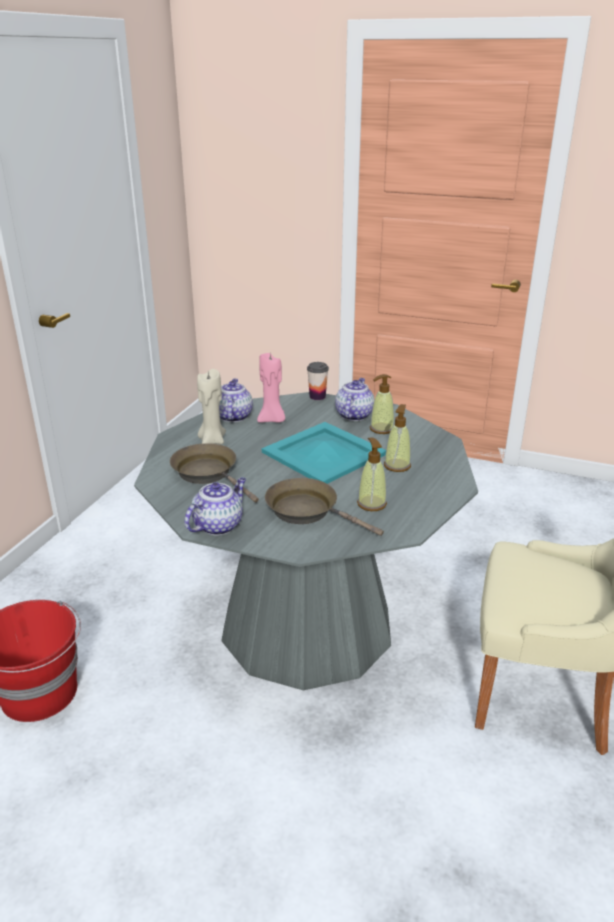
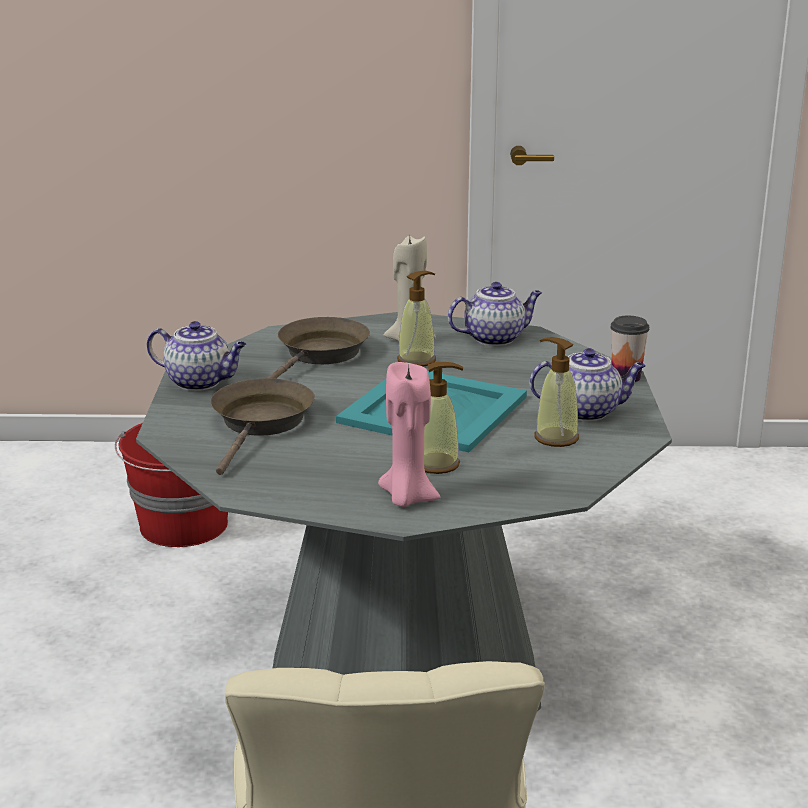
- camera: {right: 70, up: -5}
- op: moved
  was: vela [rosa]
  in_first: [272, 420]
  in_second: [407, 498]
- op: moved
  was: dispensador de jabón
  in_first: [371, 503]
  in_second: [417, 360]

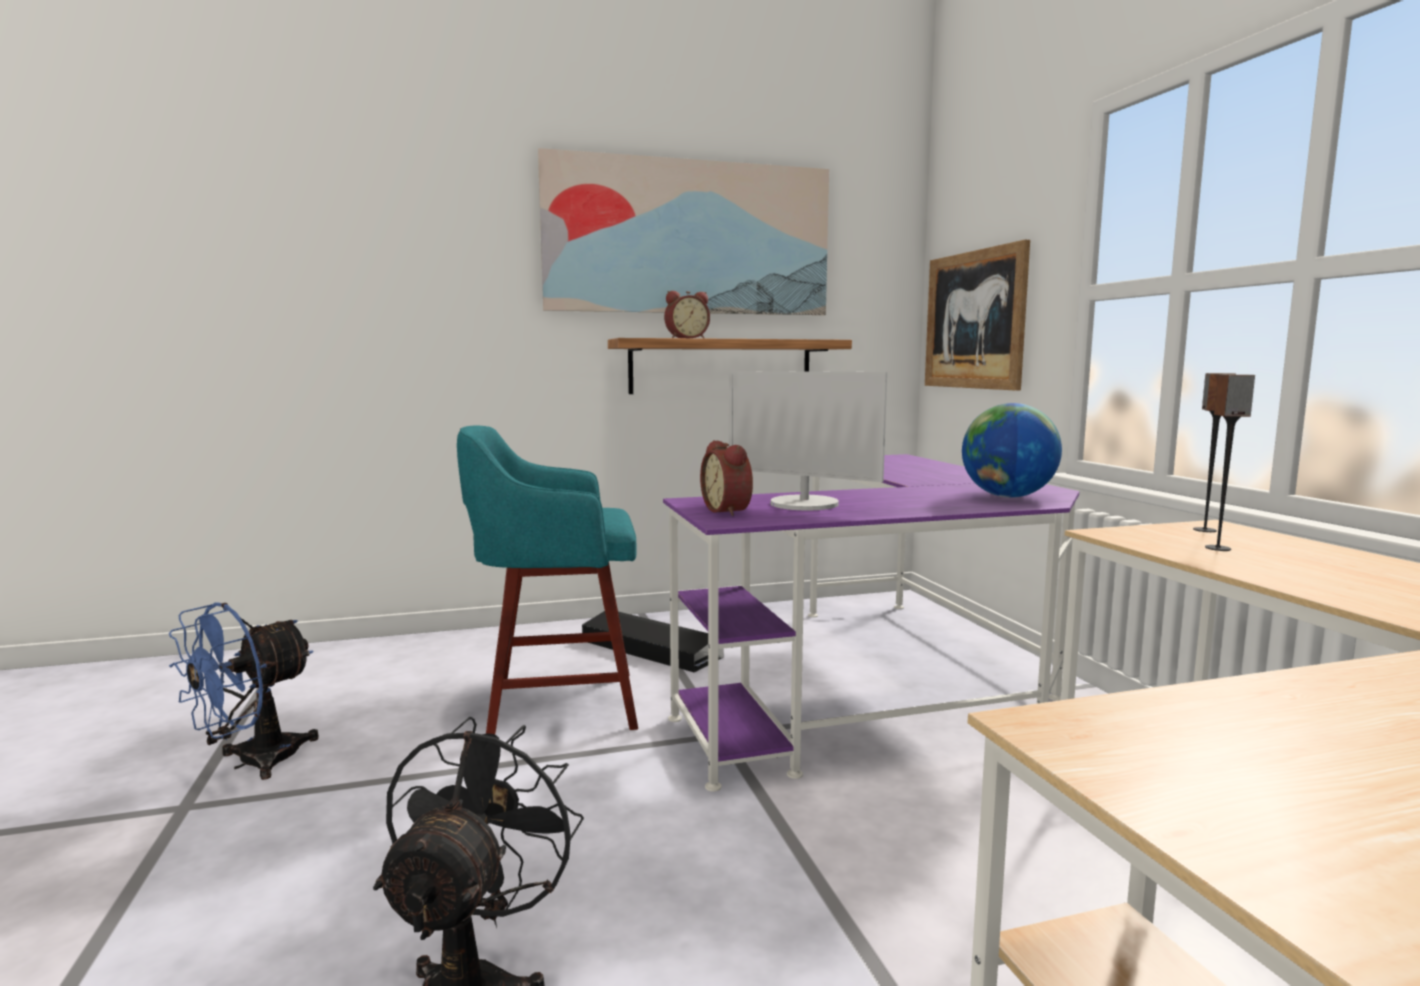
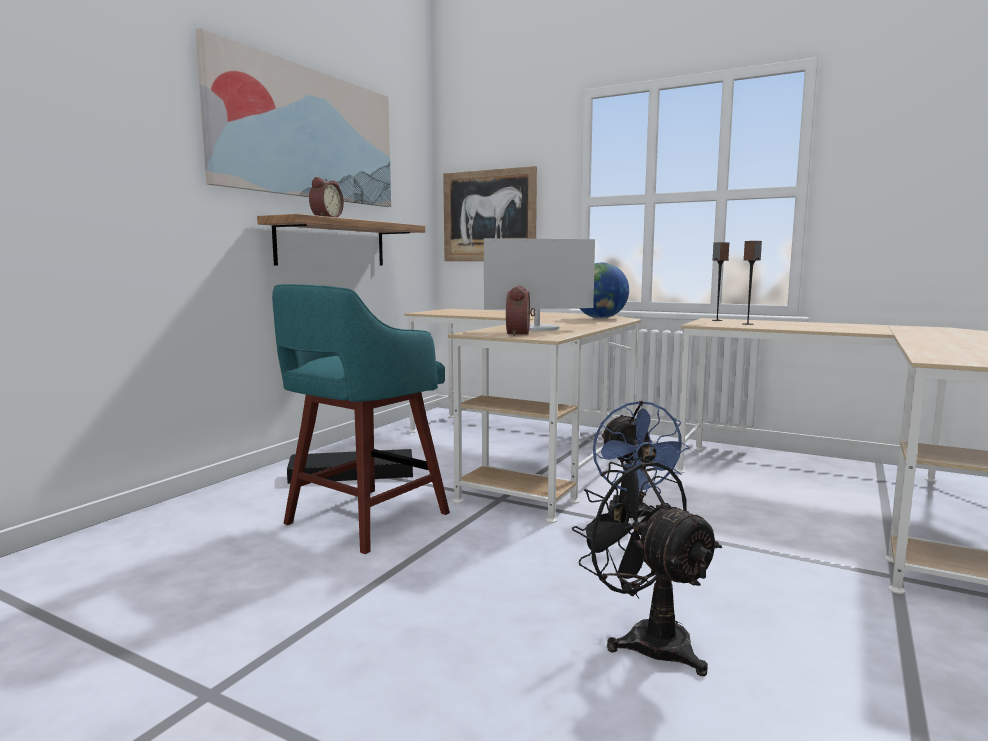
- camera: {right: -45, up: 0}
- op: recoloured
  was: escritorio [morado]
  now: escritorio [beis]
  in_first: [887, 684]
  in_second: [526, 452]
- op: turned
  was: despertador
  in_first: [729, 511]
  in_second: [521, 334]
  clockwise: 75
- op: moved
  was: ventilador [azul]
  in_first: [252, 763]
  in_second: [631, 517]

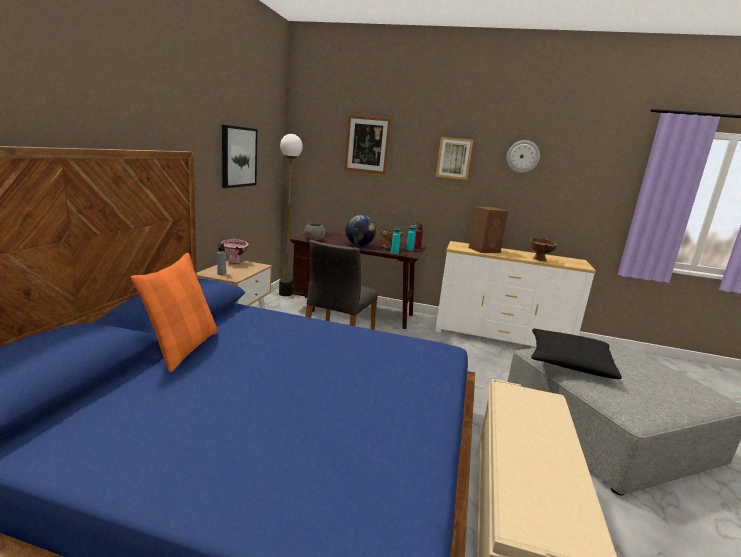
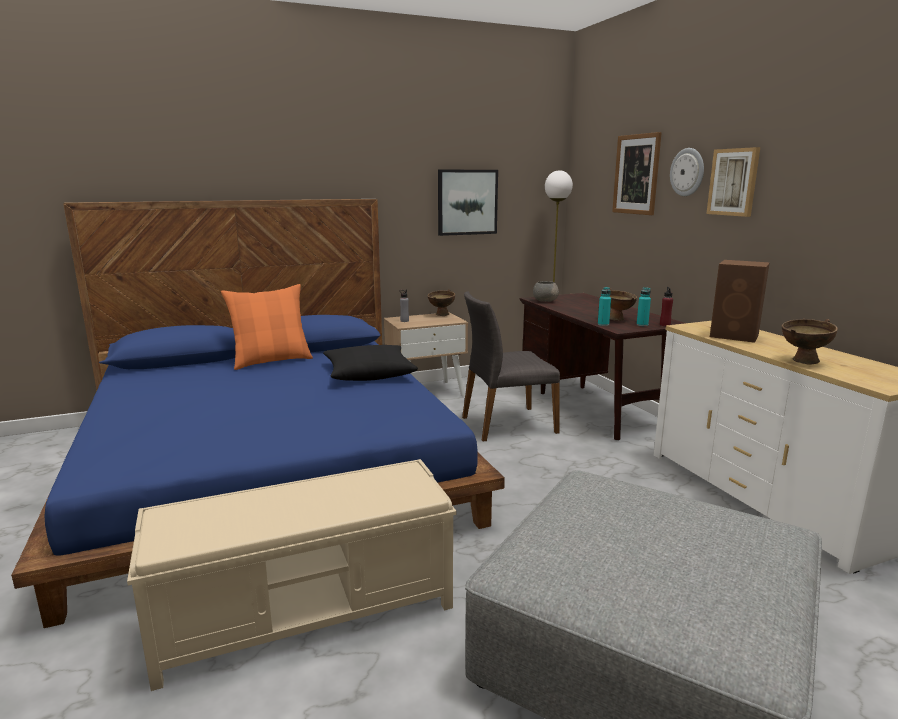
- camera: {right: 55, up: 0}
- op: moved
  was: cojín [negro]
  in_first: [569, 362]
  in_second: [369, 373]
- op: recoloured
  was: cuenco [rosa]
  now: cuenco [marrón]
  in_first: [235, 262]
  in_second: [441, 315]
- op: moved
  was: reloj de pared
  in_first: [522, 156]
  in_second: [687, 172]
- op: removed
  was: globo terráqueo
  in_first: [359, 245]

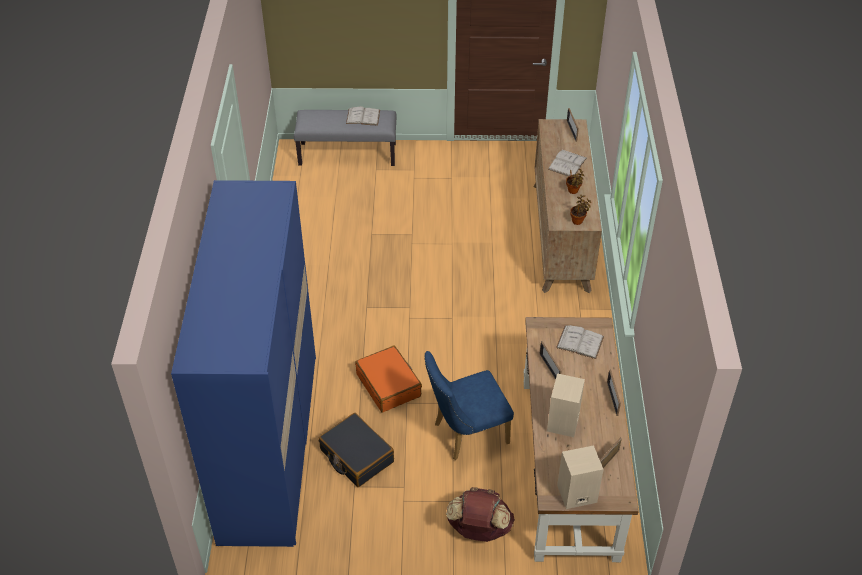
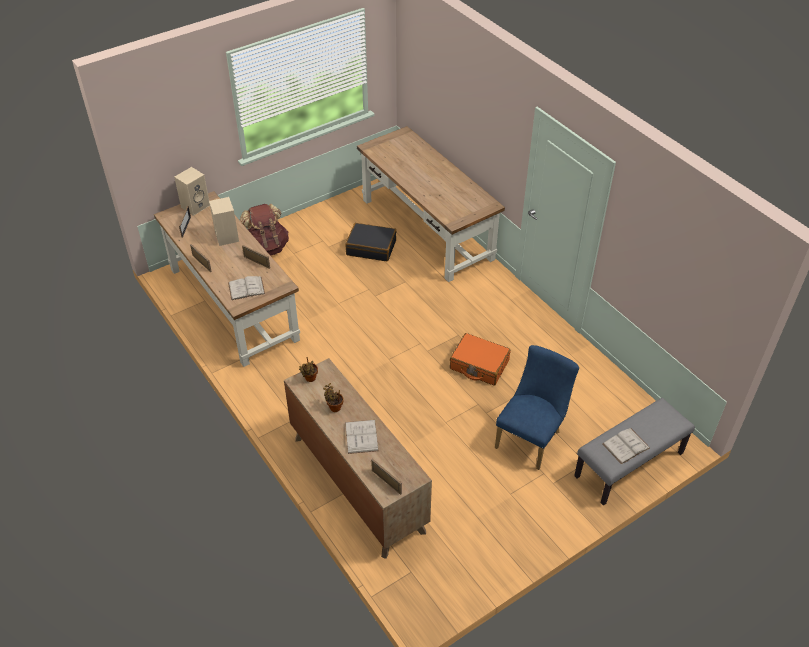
- camera: {right: 145, up: 0}
- op: replaced
  was: armario ropero [azul]
  now: escritorio [marrón]
  in_first: [269, 446]
  in_second: [427, 229]
- op: moved
  was: maleta [naranja]
  in_first: [389, 385]
  in_second: [479, 365]
- op: moved
  was: silla [azul]
  in_first: [465, 434]
  in_second: [531, 437]

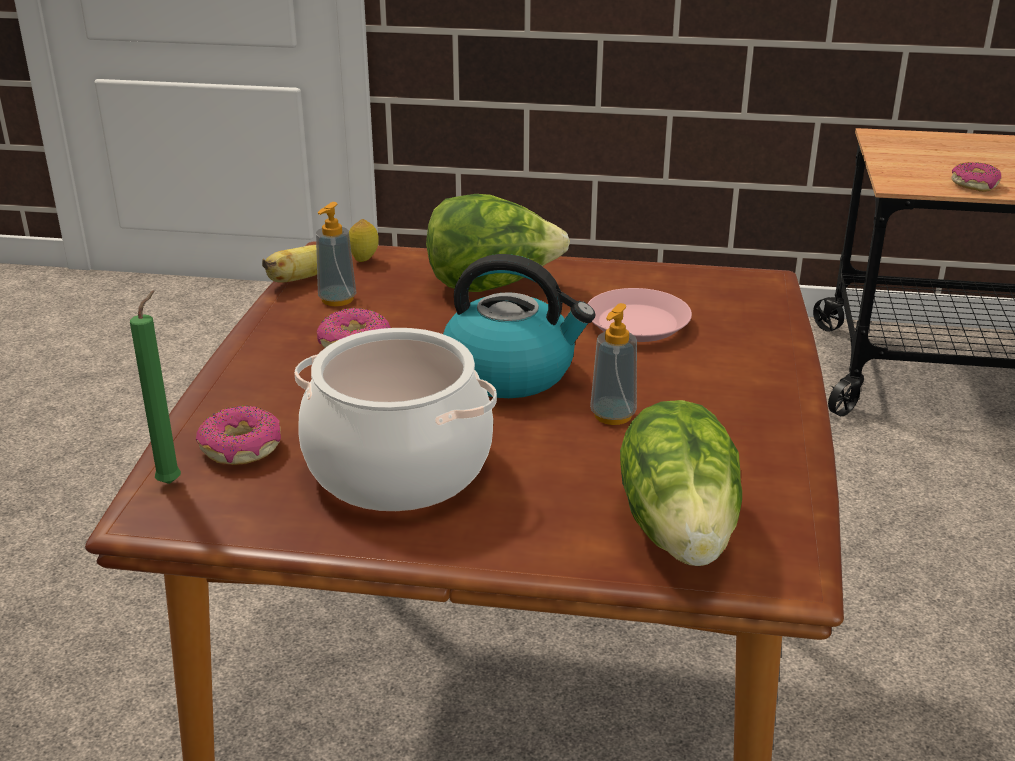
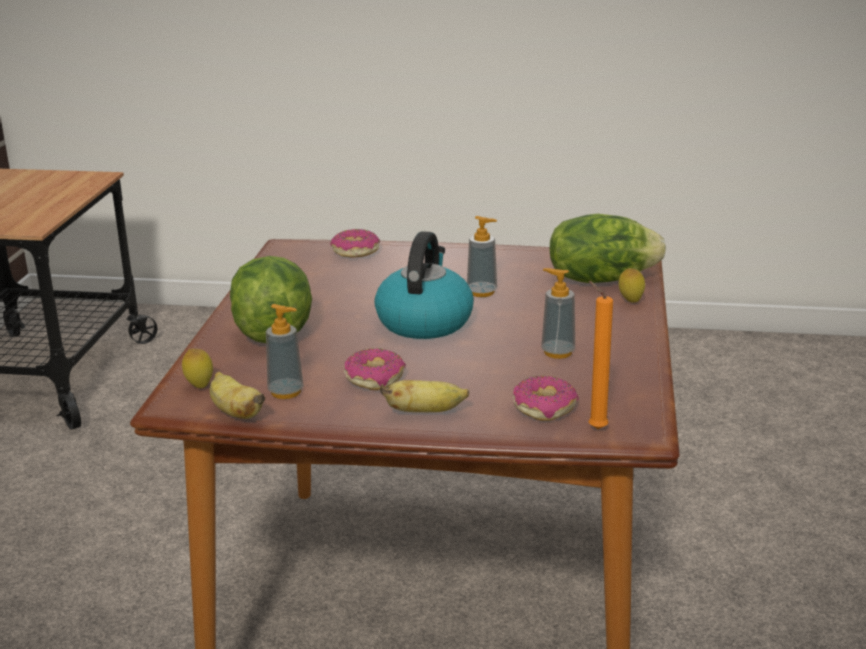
- camera: {right: -90, up: -5}
- op: moved
  was: rosquilla
  in_first: [974, 184]
  in_second: [355, 251]
- op: added
  now: plátano
  in_second: [425, 412]
- op: replaced
  was: olla
  now: dispensador de jabón
  in_first: [397, 467]
  in_second: [557, 352]
- op: recoloured
  was: vela [verde]
  now: vela [naranja]
  in_first: [172, 481]
  in_second: [595, 428]
- op: added
  now: limón
  in_second: [630, 301]
- op: removed
  was: plato [rosa]
  in_first: [636, 323]

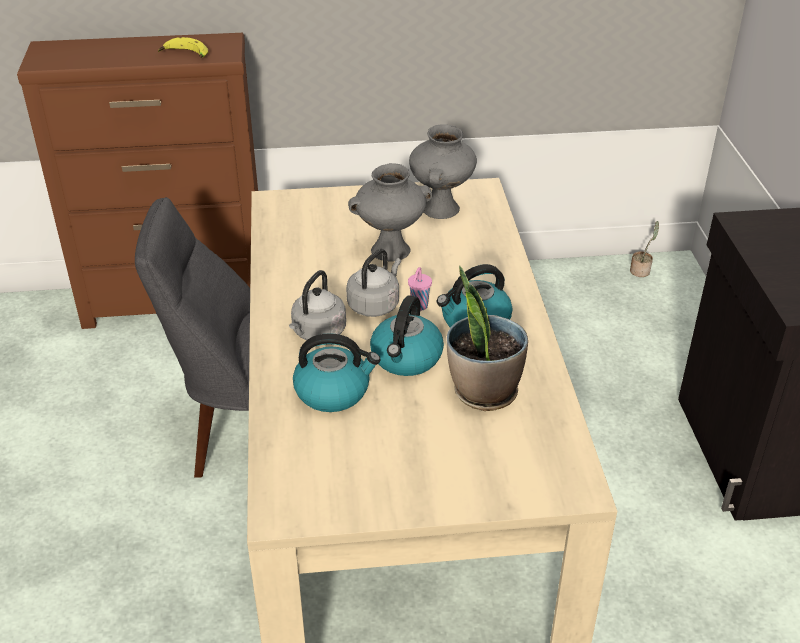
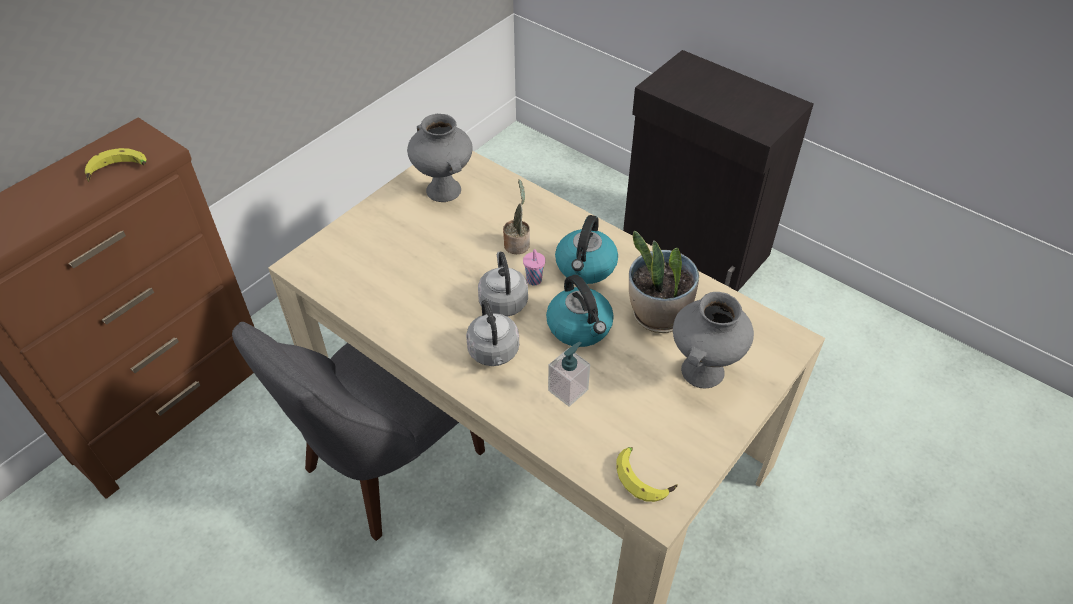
- camera: {right: -45, up: 10}
- op: moved
  was: planta en maceta
  in_first: [641, 271]
  in_second: [517, 244]
- op: replaced
  was: hervidor
  now: dispensador de jabón
  in_first: [333, 391]
  in_second: [568, 390]
- op: added
  now: plátano
  in_second: [644, 477]
- op: moved
  was: florero [gris]
  in_first: [390, 251]
  in_second: [703, 372]

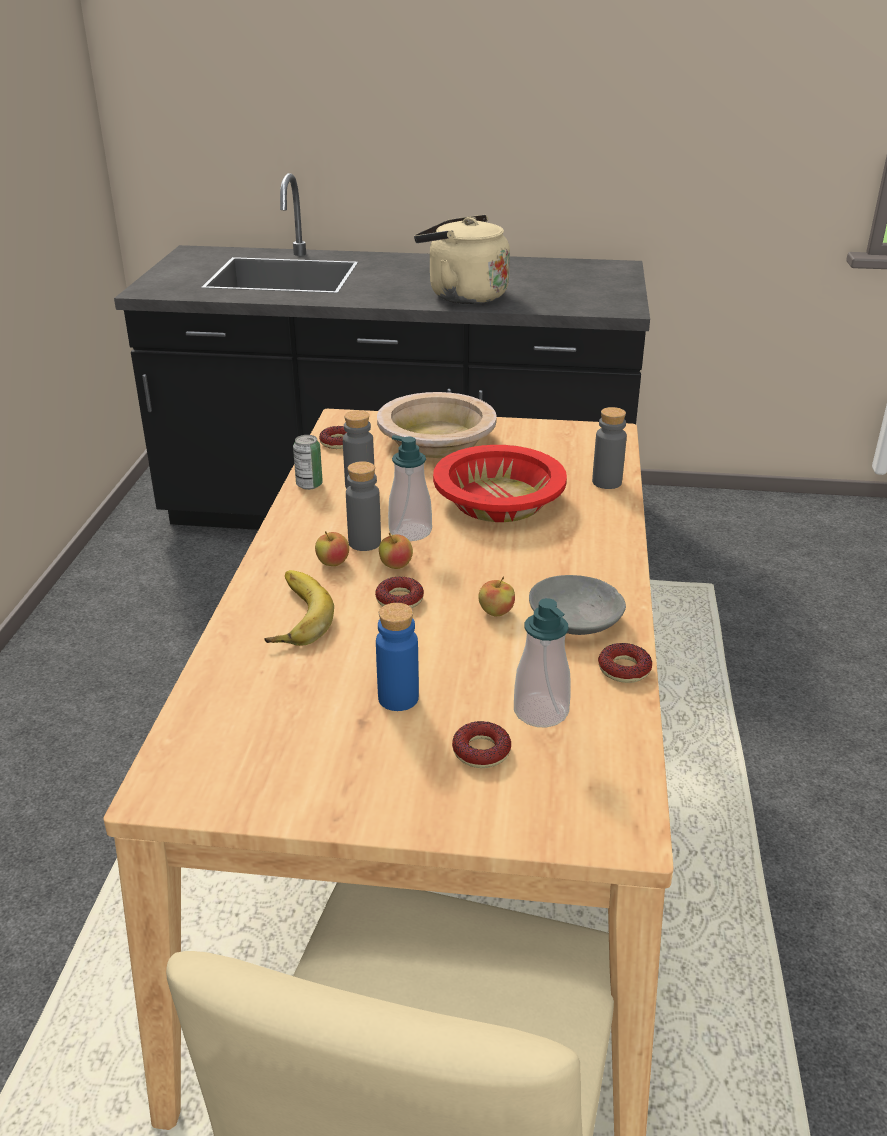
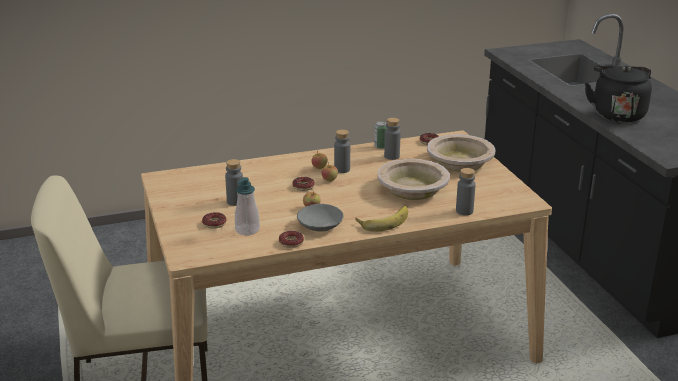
- camera: {right: 65, up: -5}
- op: recoloured
  was: botella [azul]
  now: botella [gris]
  in_first: [398, 698]
  in_second: [235, 202]
- op: moved
  was: plátano
  in_first: [291, 615]
  in_second: [383, 221]
- op: recoloured
  was: cuenco [rojo]
  now: cuenco [beis]
  in_first: [499, 500]
  in_second: [413, 189]
- op: recoloured
  was: hervidor [beis]
  now: hervidor [negro]
  in_first: [462, 295]
  in_second: [617, 114]
- op: removed
  was: dispensador de jabón
  in_first: [410, 531]

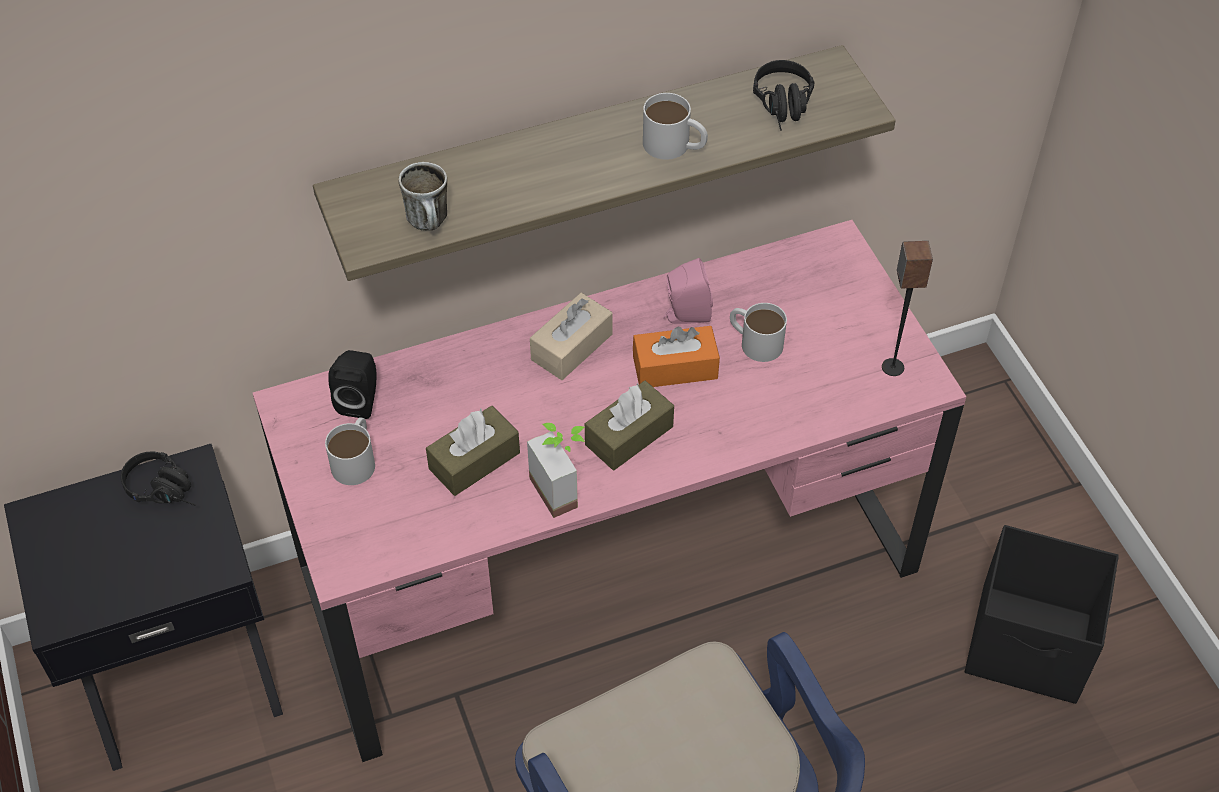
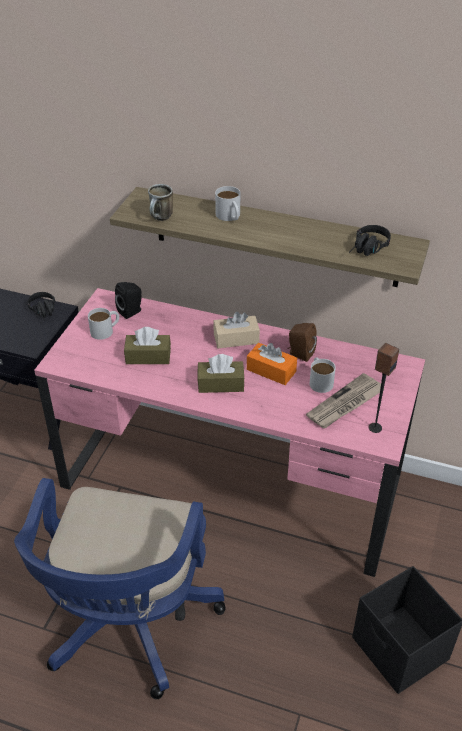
- camera: {right: 40, up: -10}
- op: moved
  was: taza grande [blanco]
  in_first: [675, 146]
  in_second: [230, 216]
- op: recoloured
  was: altavoz [rosa]
  now: altavoz [marrón]
  in_first: [685, 315]
  in_second: [299, 354]
- op: added
  now: periódico
  in_second: [345, 404]
- op: removed
  was: planta en maceta
  in_first: [563, 488]

